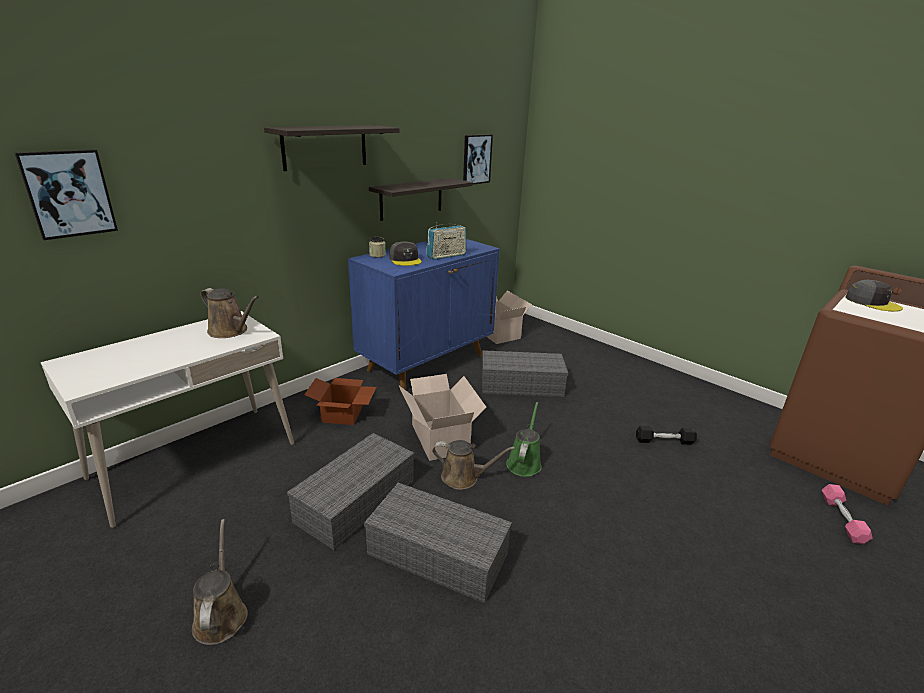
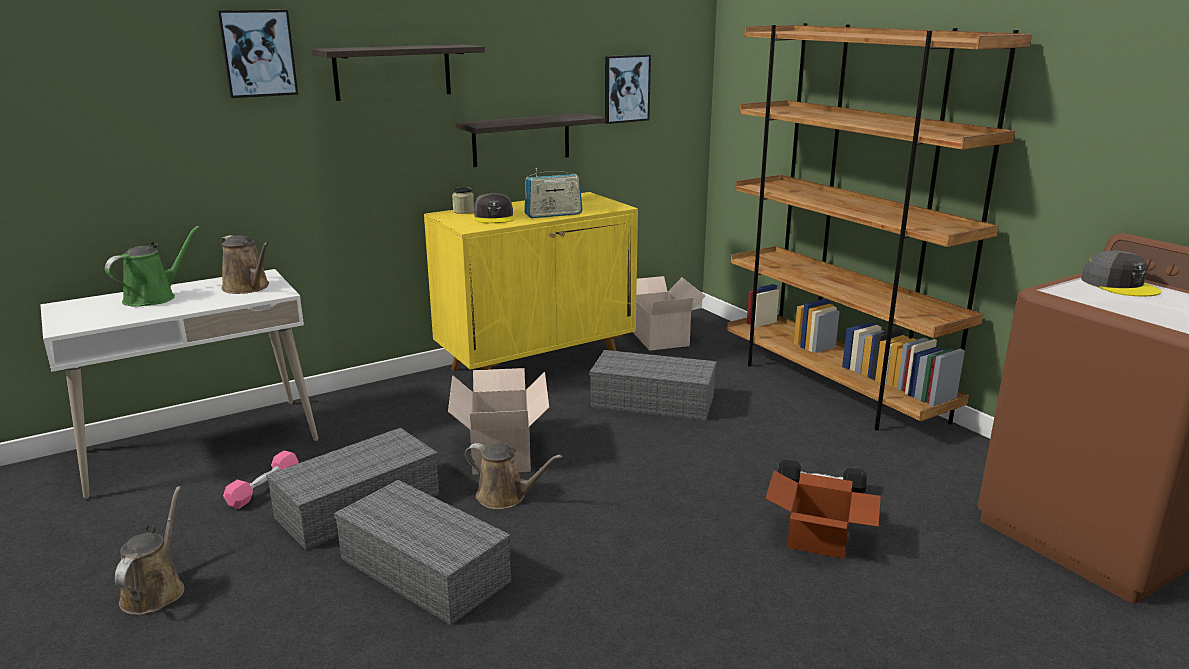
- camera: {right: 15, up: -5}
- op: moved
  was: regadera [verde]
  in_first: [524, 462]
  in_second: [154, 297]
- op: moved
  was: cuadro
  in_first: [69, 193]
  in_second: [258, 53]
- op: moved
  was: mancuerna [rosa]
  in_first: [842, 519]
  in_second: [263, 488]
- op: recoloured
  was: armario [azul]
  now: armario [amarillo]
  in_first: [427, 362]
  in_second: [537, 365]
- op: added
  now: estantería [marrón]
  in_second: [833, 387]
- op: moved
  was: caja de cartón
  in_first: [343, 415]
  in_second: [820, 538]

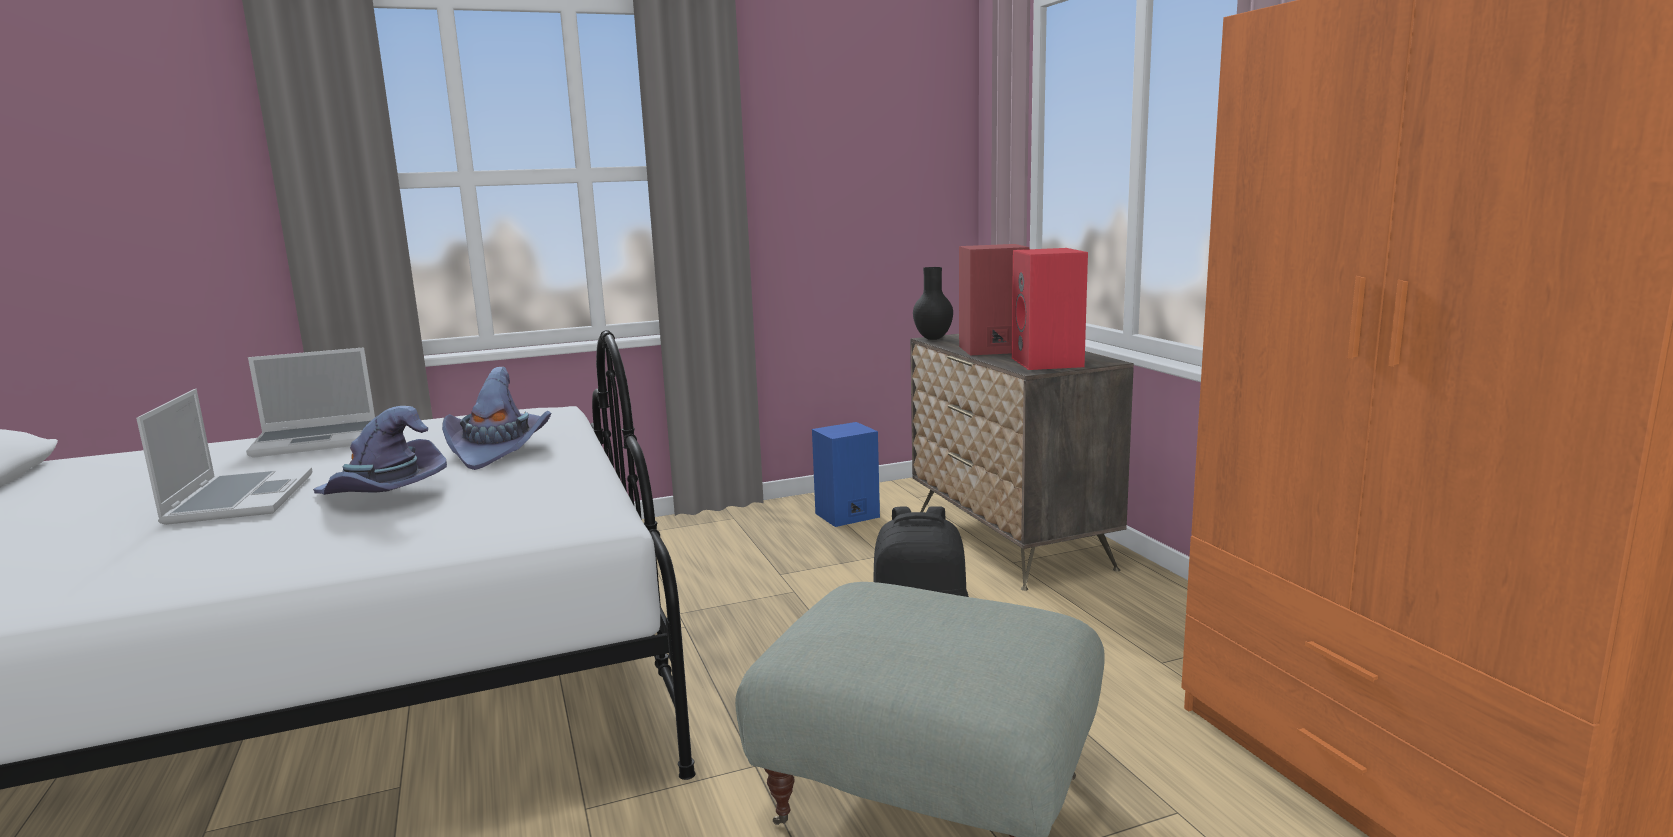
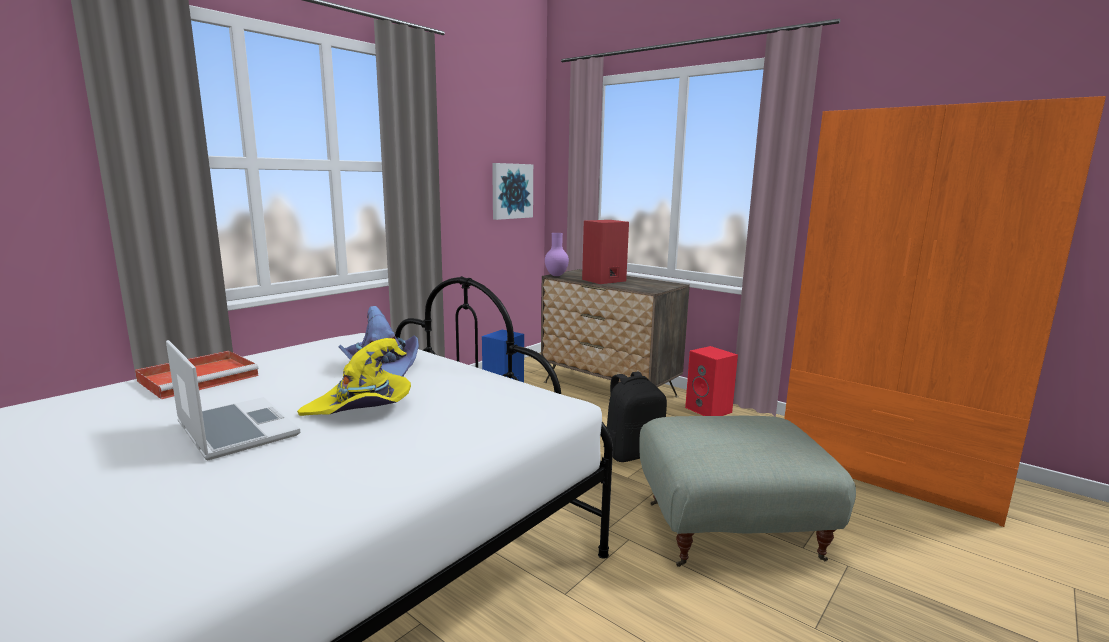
- camera: {right: -30, up: 0}
- op: replaced
  was: portátil
  now: bandeja [rojo]
  in_first: [318, 441]
  in_second: [201, 377]
- op: recoloured
  was: sombrero [morado]
  now: sombrero [amarillo]
  in_first: [383, 494]
  in_second: [362, 408]
- op: added
  now: cuadro
  in_second: [511, 191]
- op: recoloured
  was: florero [negro]
  now: florero [morado]
  in_first: [932, 338]
  in_second: [555, 275]
- op: moved
  was: altavoz [rojo]
  in_first: [1049, 363]
  in_second: [709, 410]

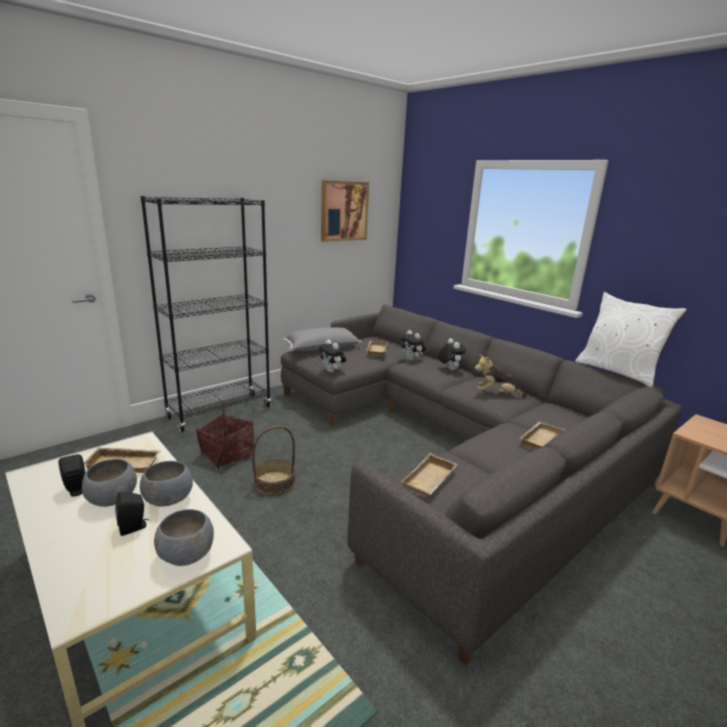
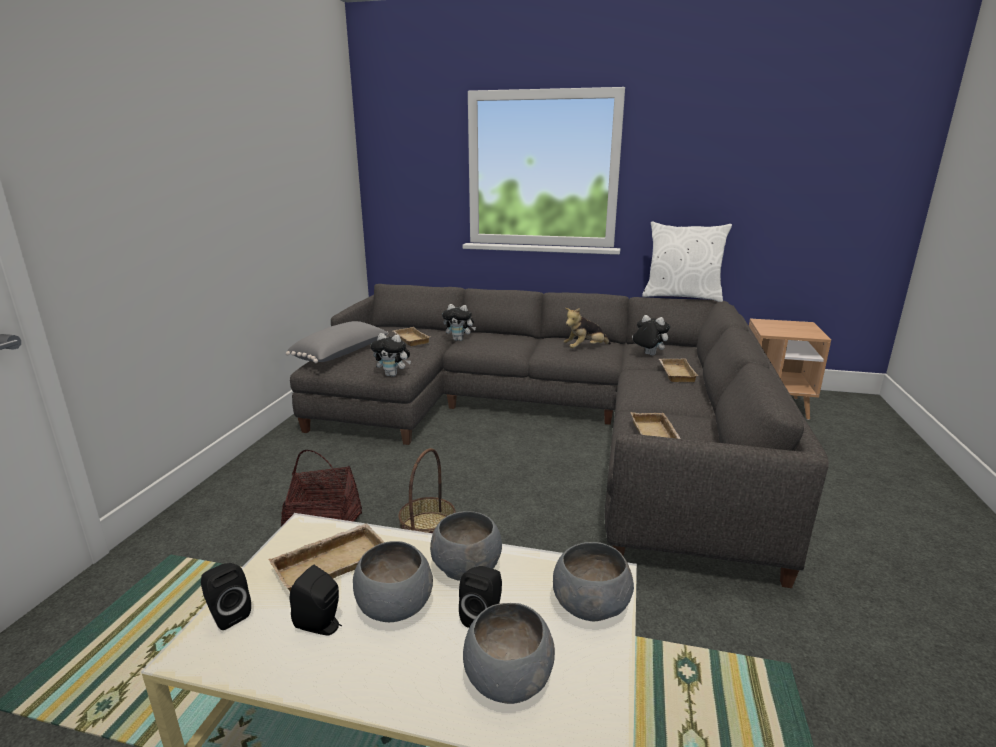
- camera: {right: -35, up: 0}
- op: added
  now: altavoz [negro]
  in_second: [228, 614]
- op: added
  now: cuenco [gris]
  in_second: [507, 680]
- op: moved
  was: peluche
  in_first: [449, 369]
  in_second: [648, 355]
- op: removed
  was: estantería [negro]
  in_first: [220, 412]
- op: removed
  was: cuadro
  in_first: [344, 211]

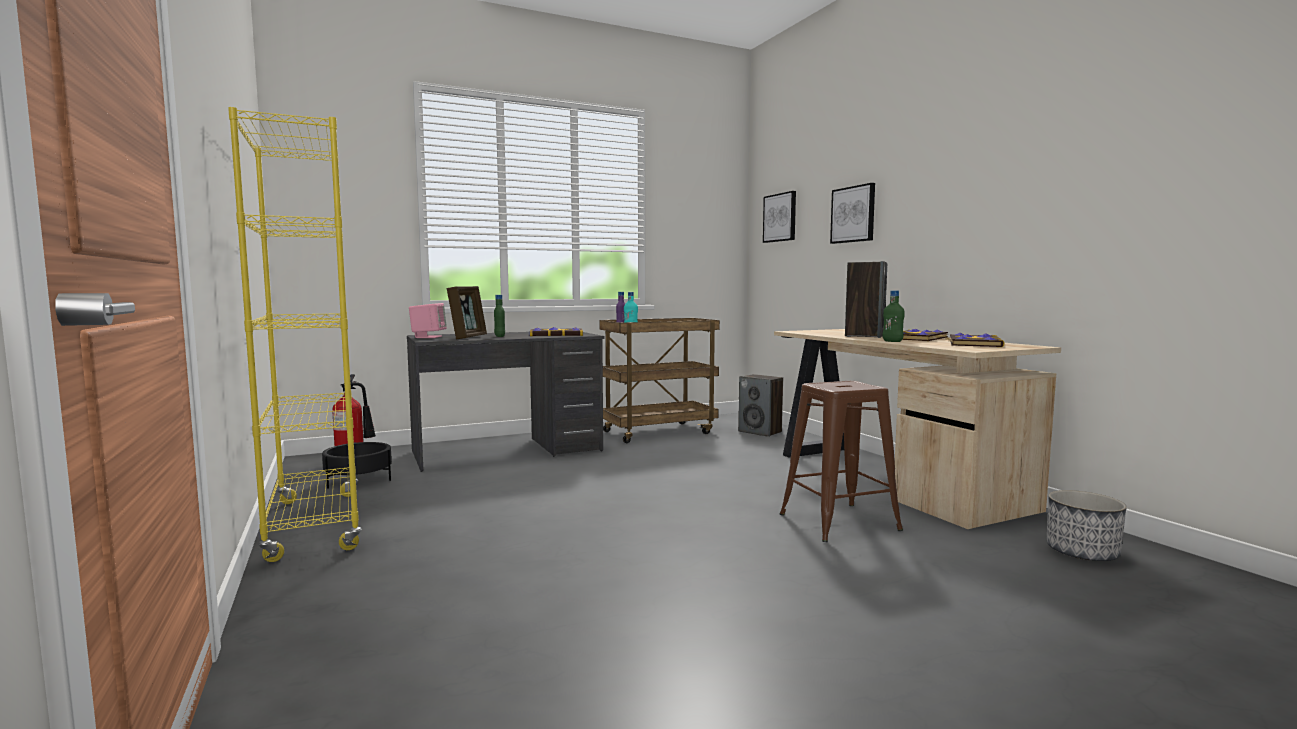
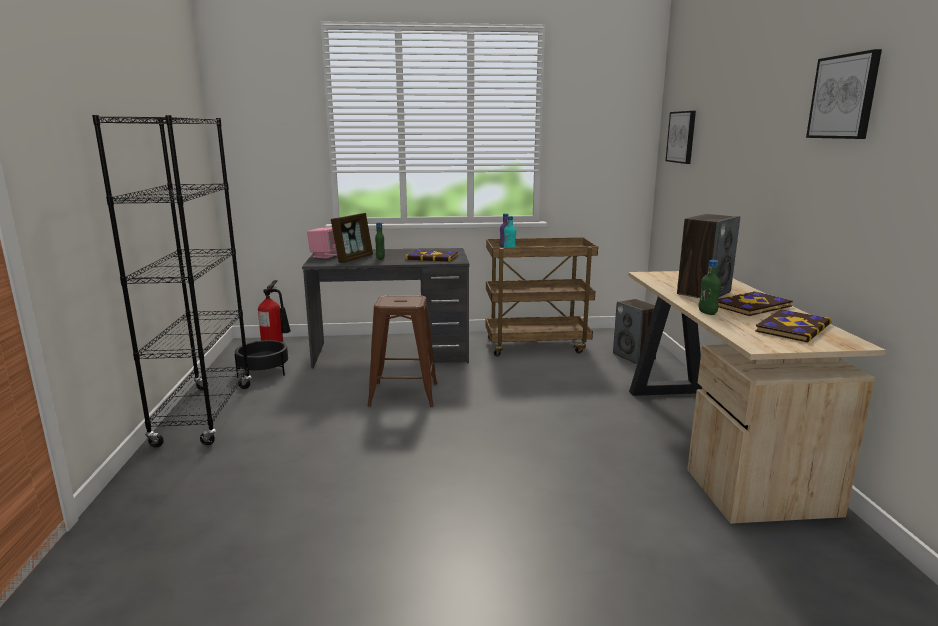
- camera: {right: 20, up: 10}
- op: recoloured
  was: estantería [amarillo]
  now: estantería [negro]
  in_first: [315, 524]
  in_second: [205, 414]
- op: moved
  was: taburete [marrón]
  in_first: [840, 522]
  in_second: [404, 394]
- op: moved
  was: cuadro
  in_first: [853, 214]
  in_second: [844, 97]
- op: removed
  was: maceta
  in_first: [1081, 553]

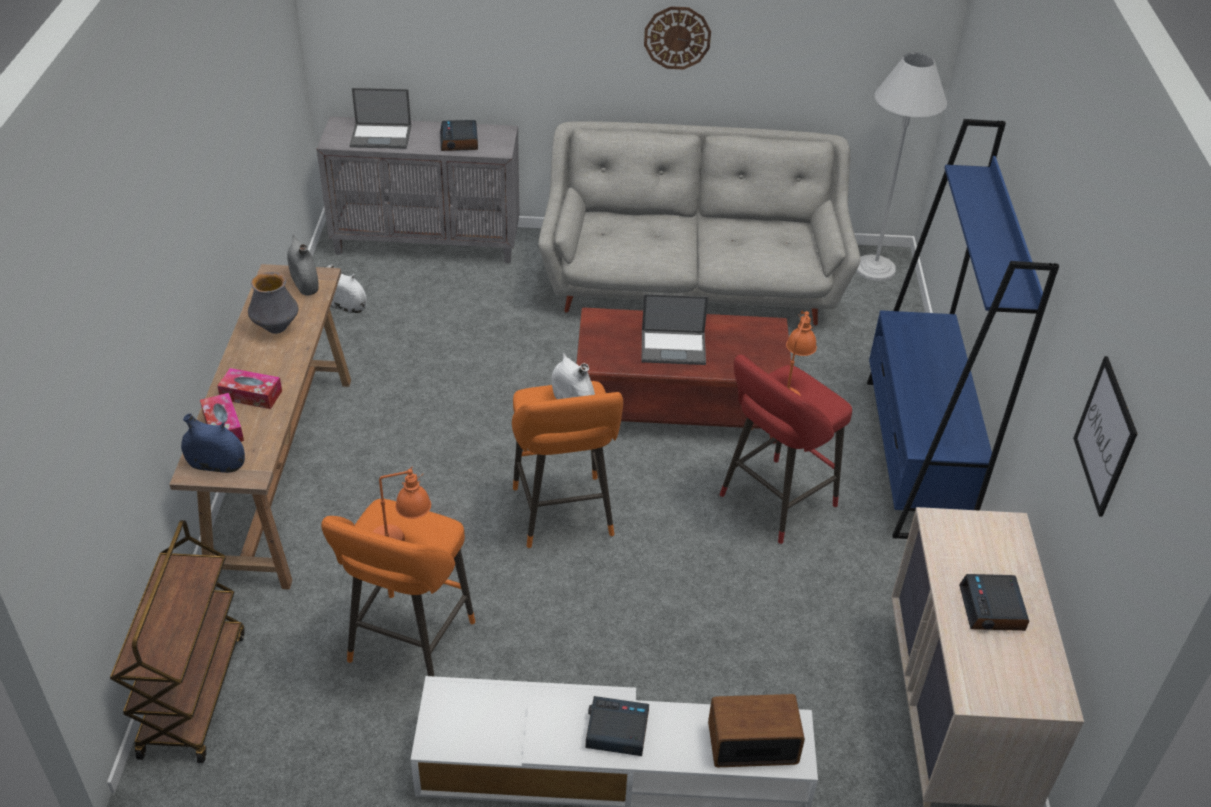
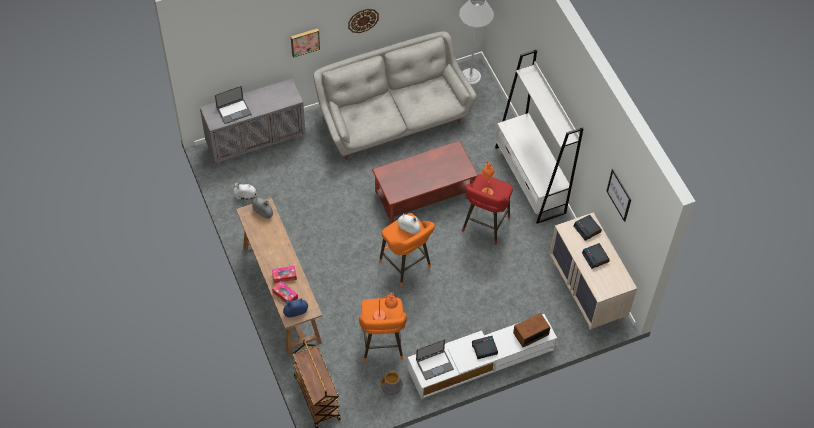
- camera: {right: -25, up: 15}
- op: added
  now: cuadro
  in_second: [304, 41]
- op: moved
  was: florero
  in_first: [276, 328]
  in_second: [391, 389]
- op: moved
  was: portátil
  in_first: [674, 347]
  in_second: [435, 364]
- op: recoloured
  was: estantería [azul]
  now: estantería [blanco]
  in_first: [914, 457]
  in_second: [530, 180]
- op: moved
  was: despertador
  in_first: [459, 141]
  in_second: [587, 229]

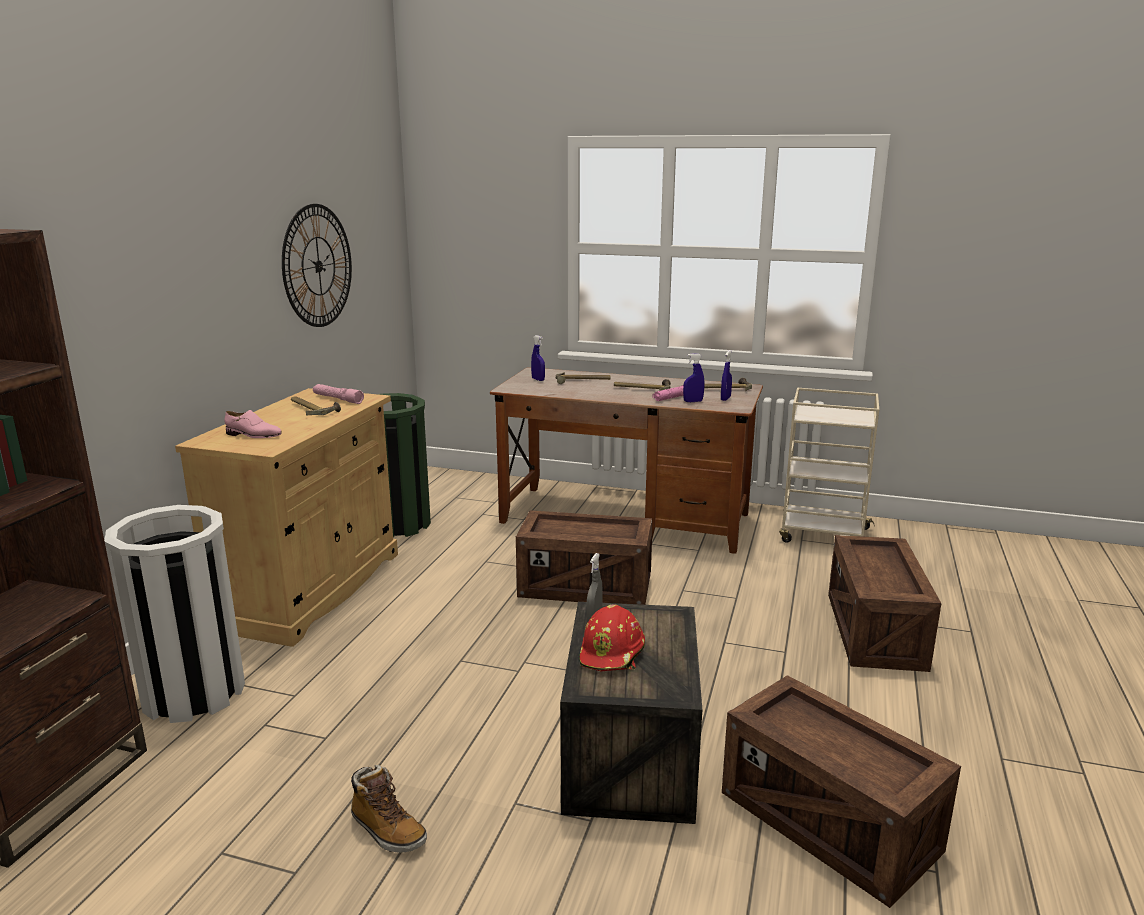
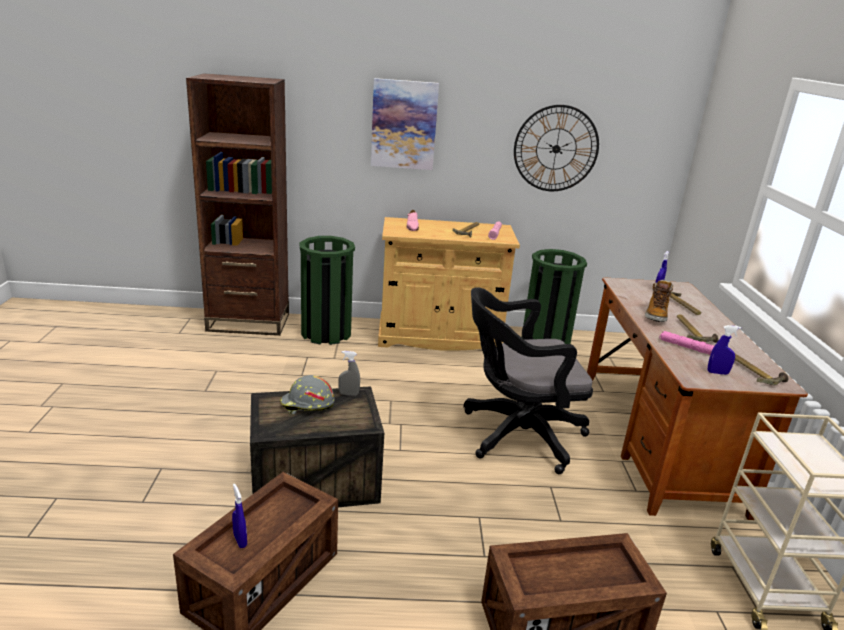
- camera: {right: 70, up: 5}
- op: moved
  was: pulverizador [azul]
  in_first: [693, 401]
  in_second: [240, 540]
- op: recoloured
  was: casco [rojo]
  now: casco [gris]
  in_first: [612, 653]
  in_second: [307, 404]
- op: recoloured
  was: papelera [blanco]
  now: papelera [verde]
  in_first: [193, 693]
  in_second: [326, 333]
- op: added
  now: cuadro
  in_second: [404, 125]
- op: replaced
  was: caja de embalaje
  now: silla de oficina [negro]
  in_first: [584, 587]
  in_second: [516, 435]
- op: moved
  was: bota
  in_first: [387, 830]
  in_second: [656, 315]

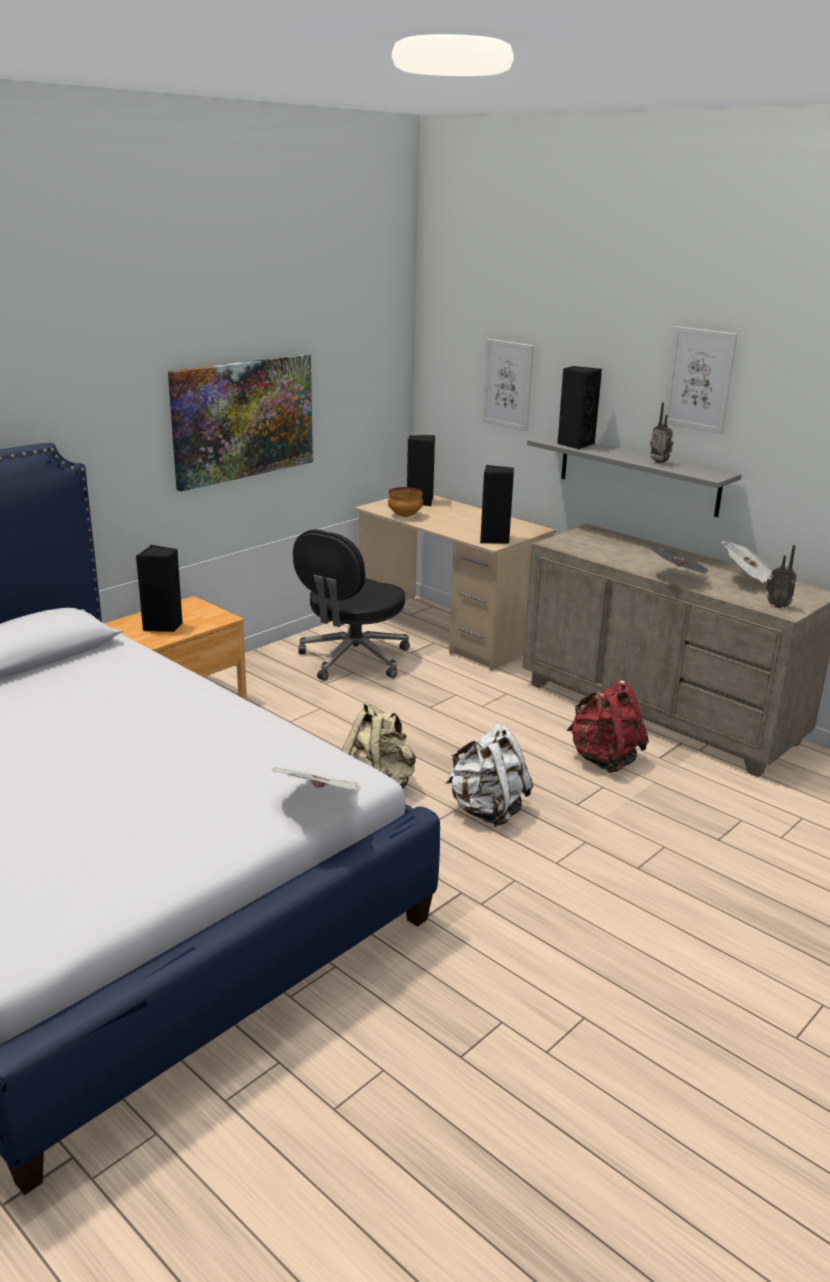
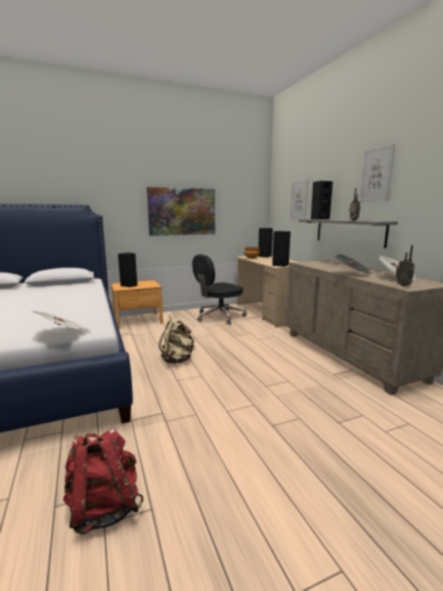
- camera: {right: 25, up: -10}
- op: moved
  was: mochila [rojo]
  in_first: [604, 760]
  in_second: [104, 508]
- op: removed
  was: mochila [blanco]
  in_first: [487, 811]

